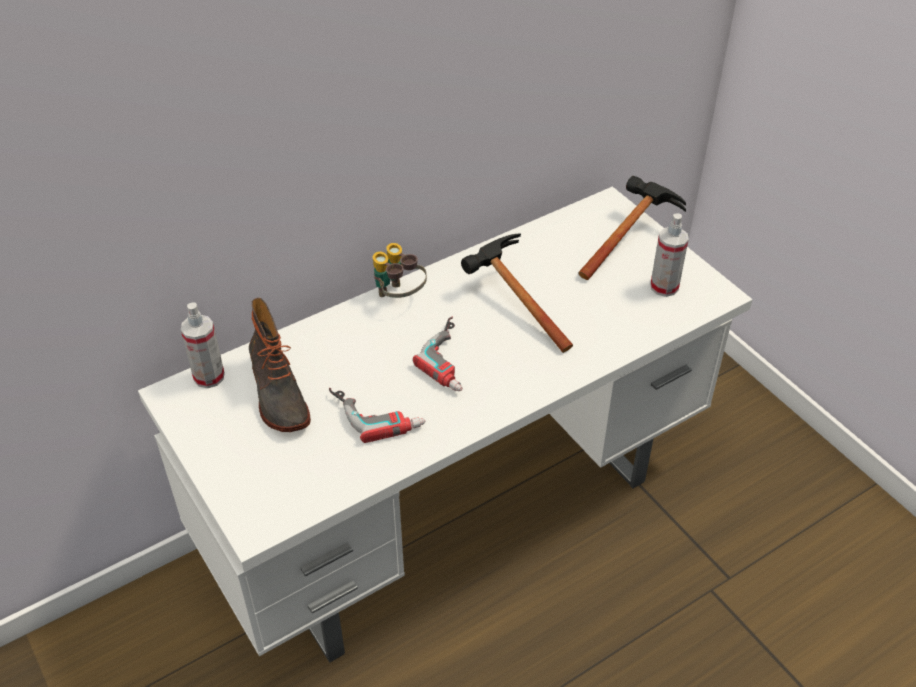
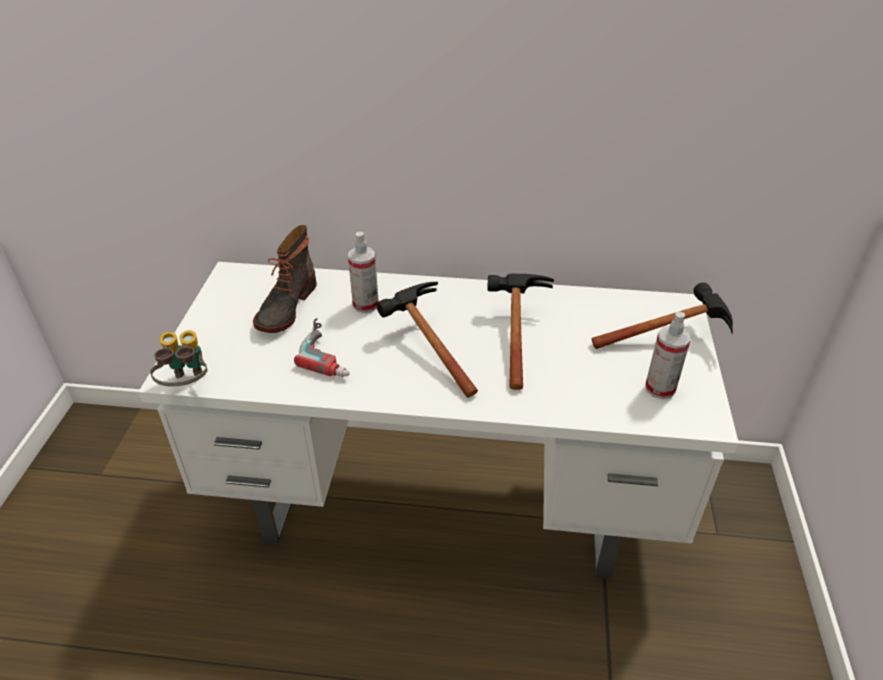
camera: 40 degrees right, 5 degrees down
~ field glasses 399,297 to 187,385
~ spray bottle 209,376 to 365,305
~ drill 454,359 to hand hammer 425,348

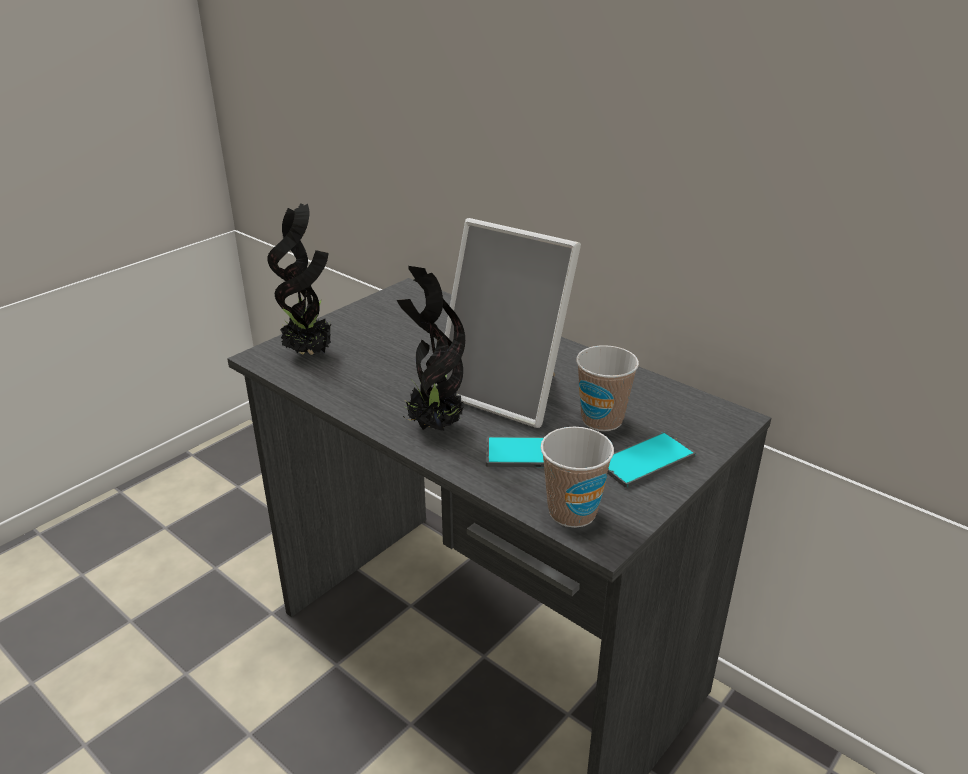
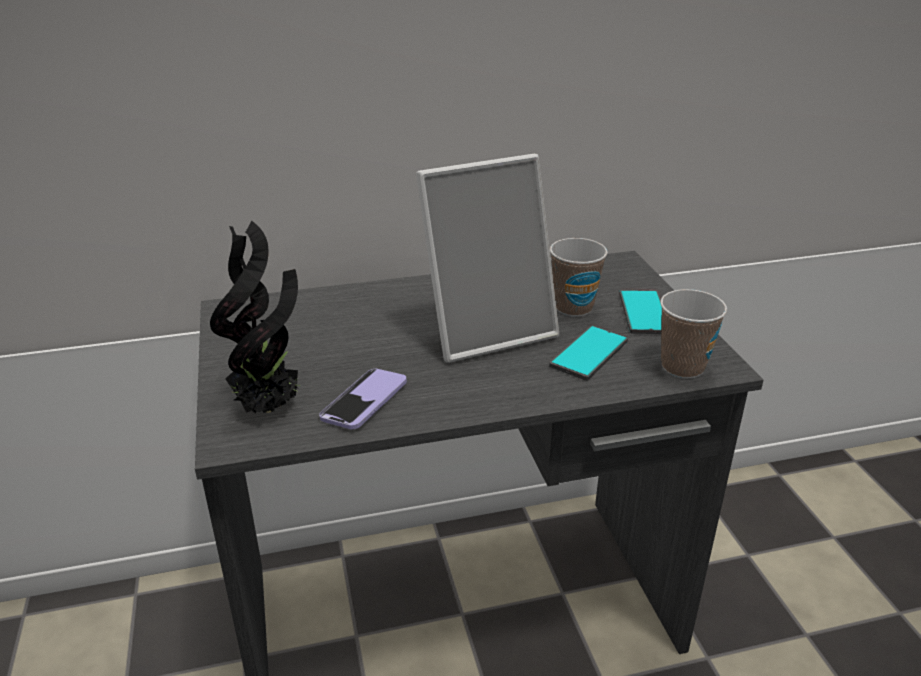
camera: 55 degrees left, 0 degrees up
+ telephone 364,401
- potted plant 433,427

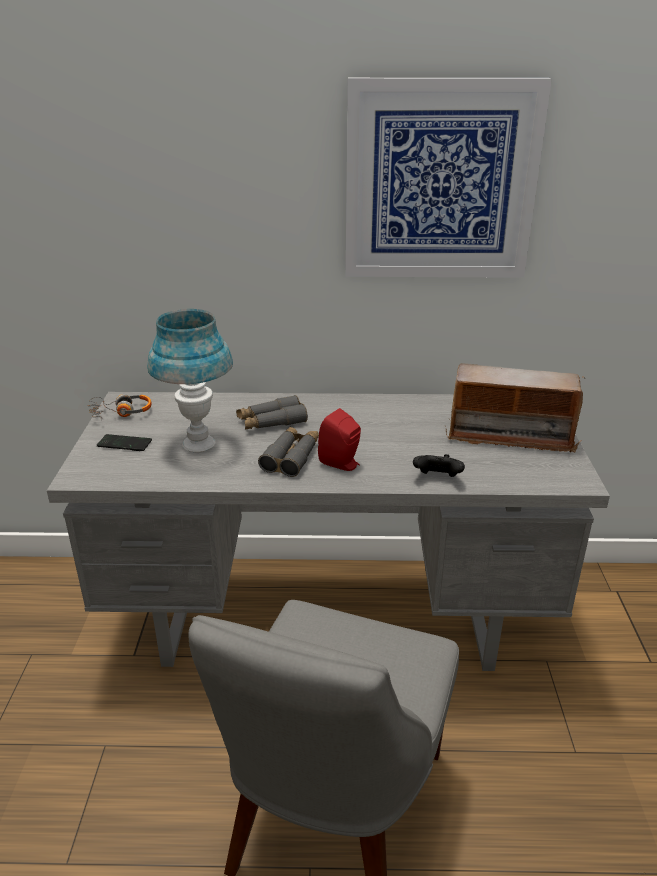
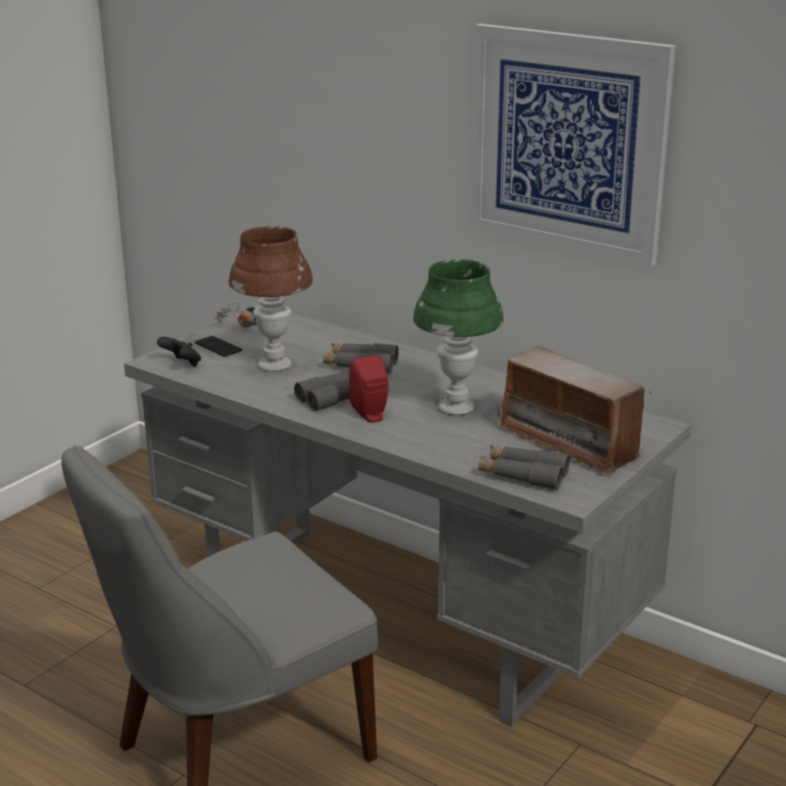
camera: 35 degrees right, 5 degrees down
~ black game controller 437,478 to 182,364
~ blue-coloured tabletop lamp 198,444 to brown-coloured tabletop lamp 274,365
+ greenish tabletop lamp 456,408
+ gray field glasses 523,475

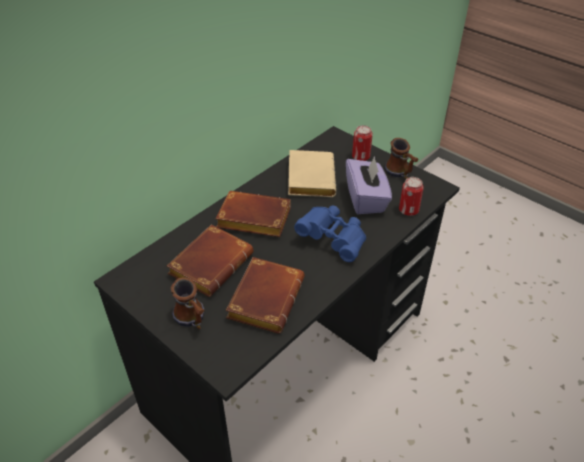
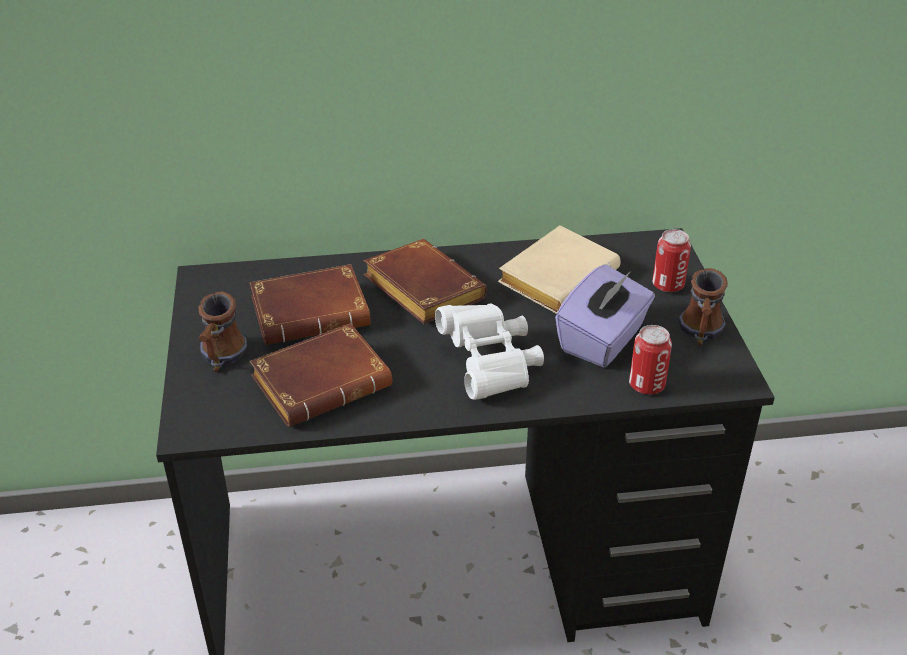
camera: 40 degrees right, 5 degrees down
~ blue-coloured field glasses 333,240 to white field glasses 490,365

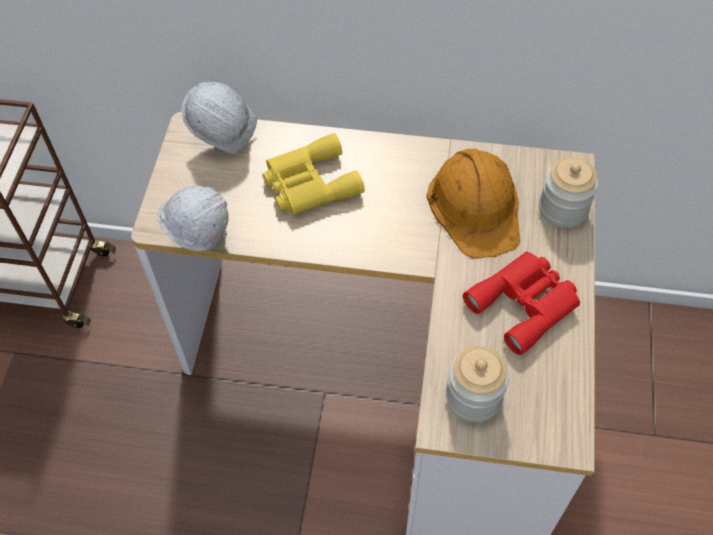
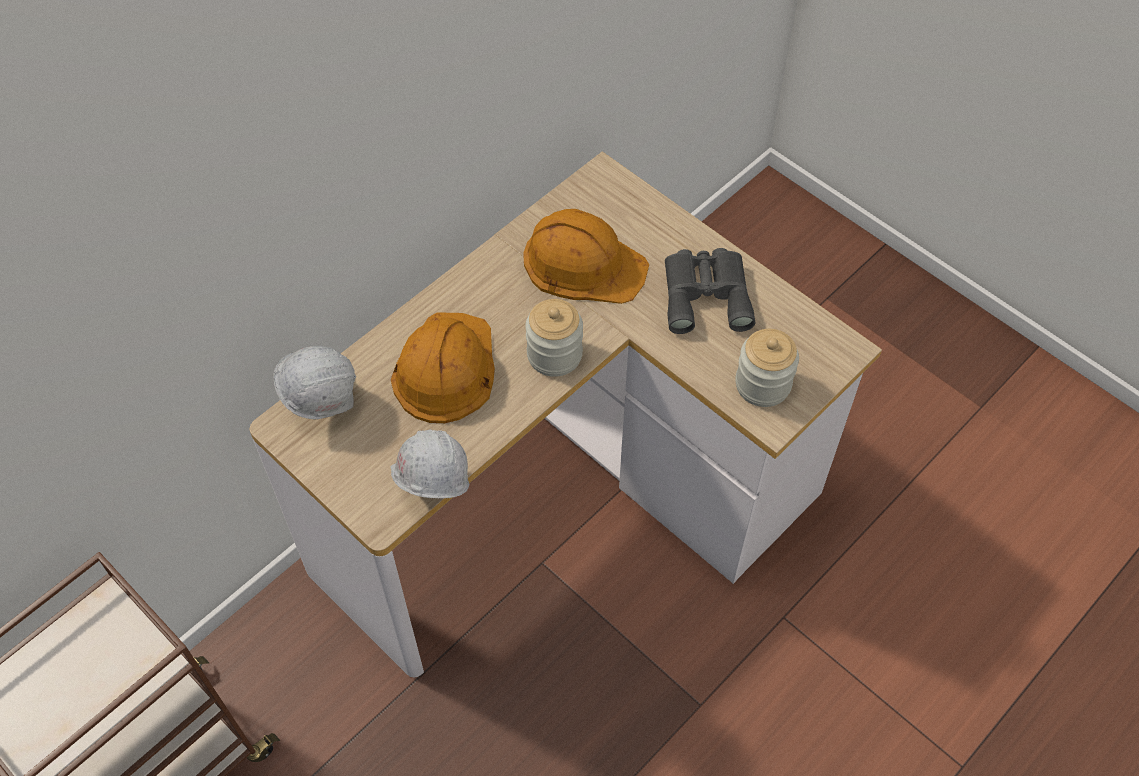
camera: 55 degrees left, 0 degrees up
~ yellowish field glasses 308,183 to orangey hard hat 445,368
~ storage jar 563,209 to 554,354
~ red-coloured field glasses 525,303 to gray field glasses 706,293

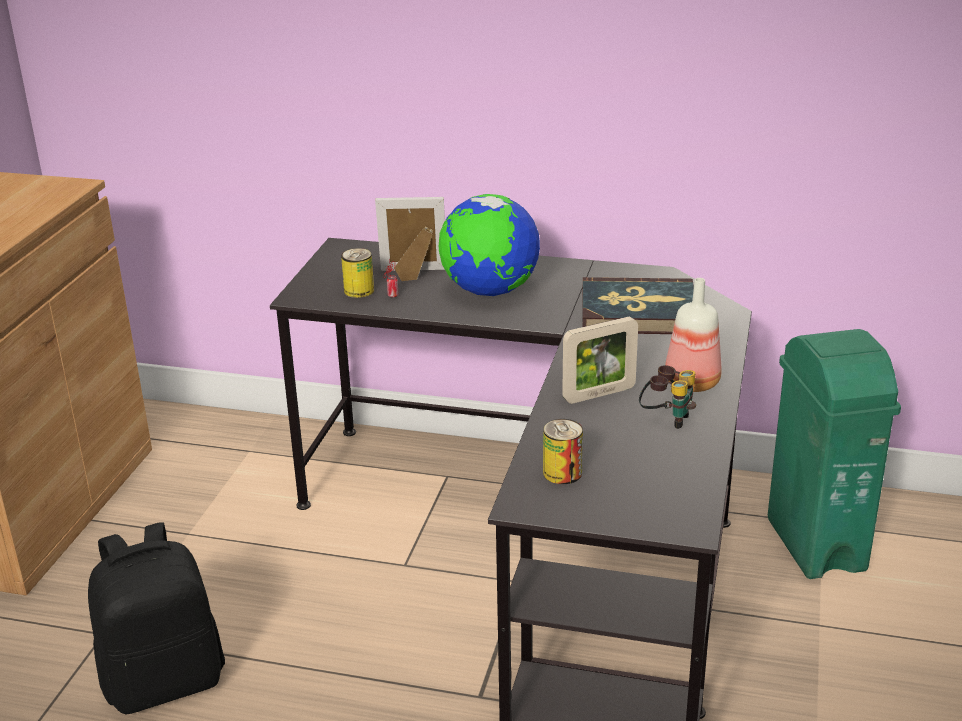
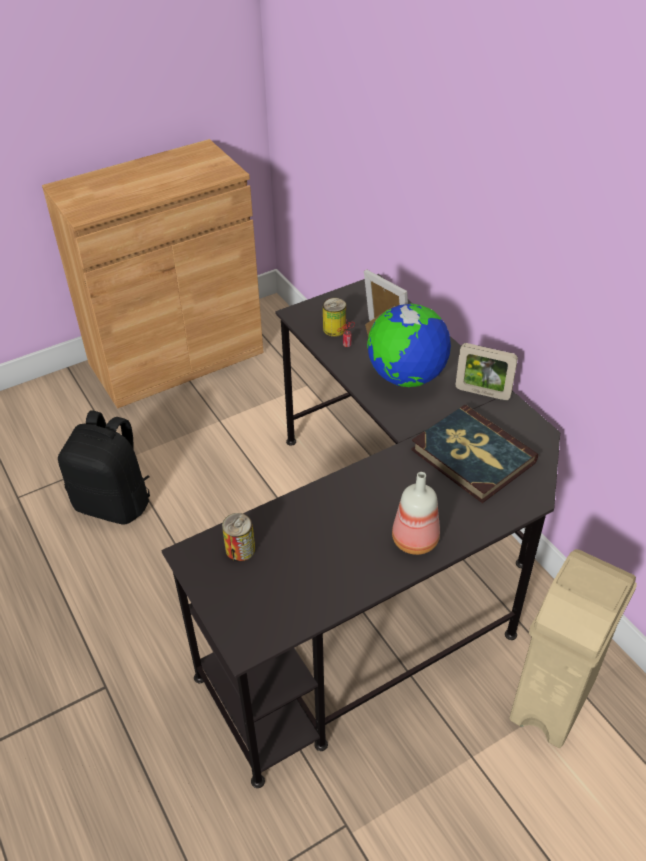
camera: 45 degrees right, 15 degrees up
~ picture frame 599,394 to 482,393
~ greenish rubbish bin 815,543 to beige rubbish bin 553,699
- field glasses 667,419

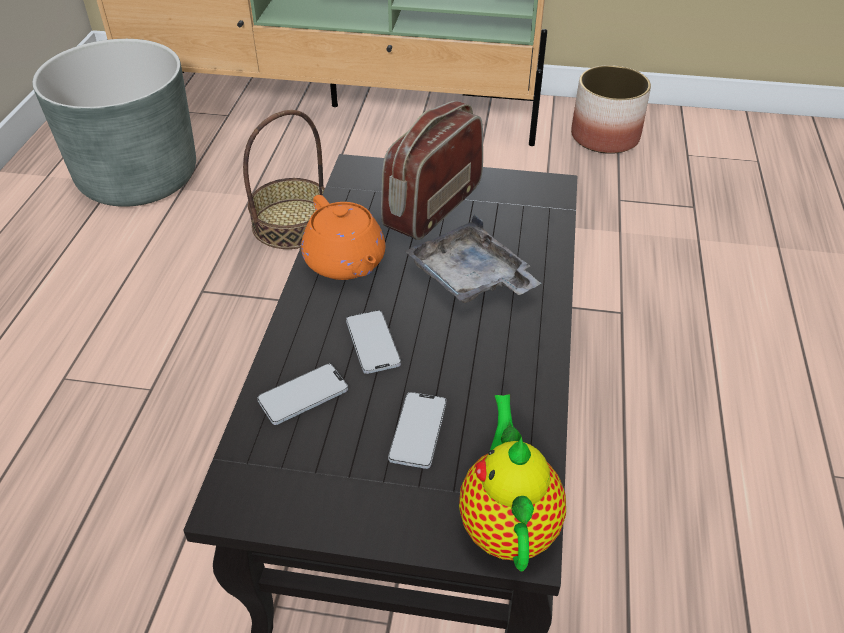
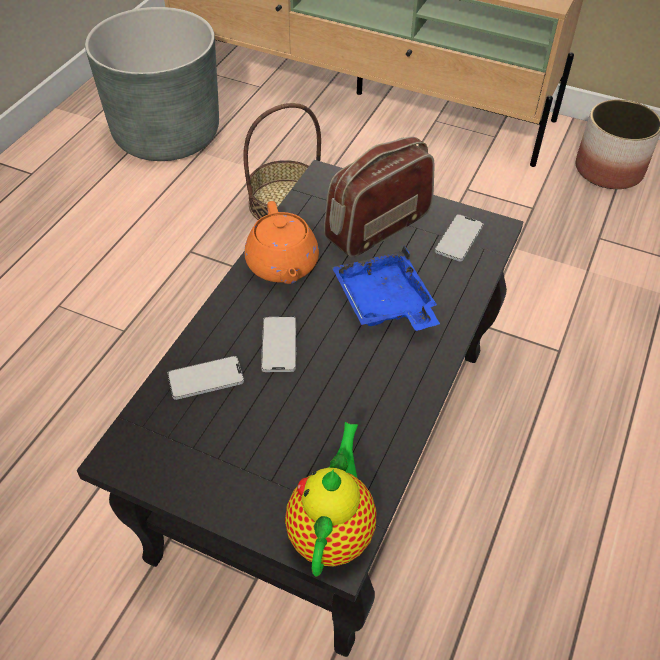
camera: 15 degrees right, 5 degrees up
~ gray tray 470,278 to blue-coloured tray 384,303
~ telephone 418,431 to 459,239

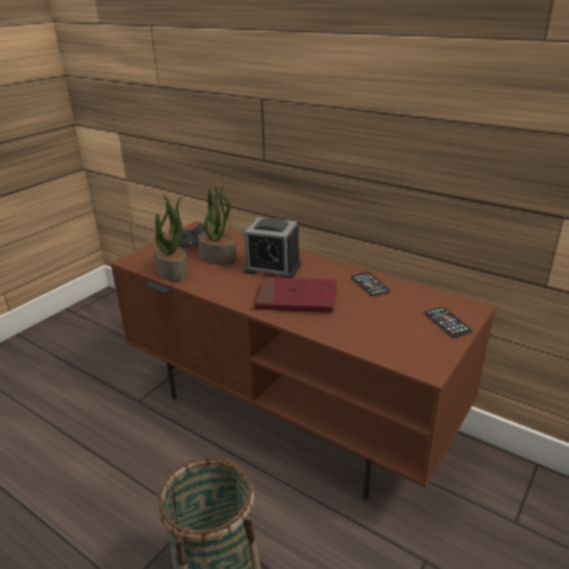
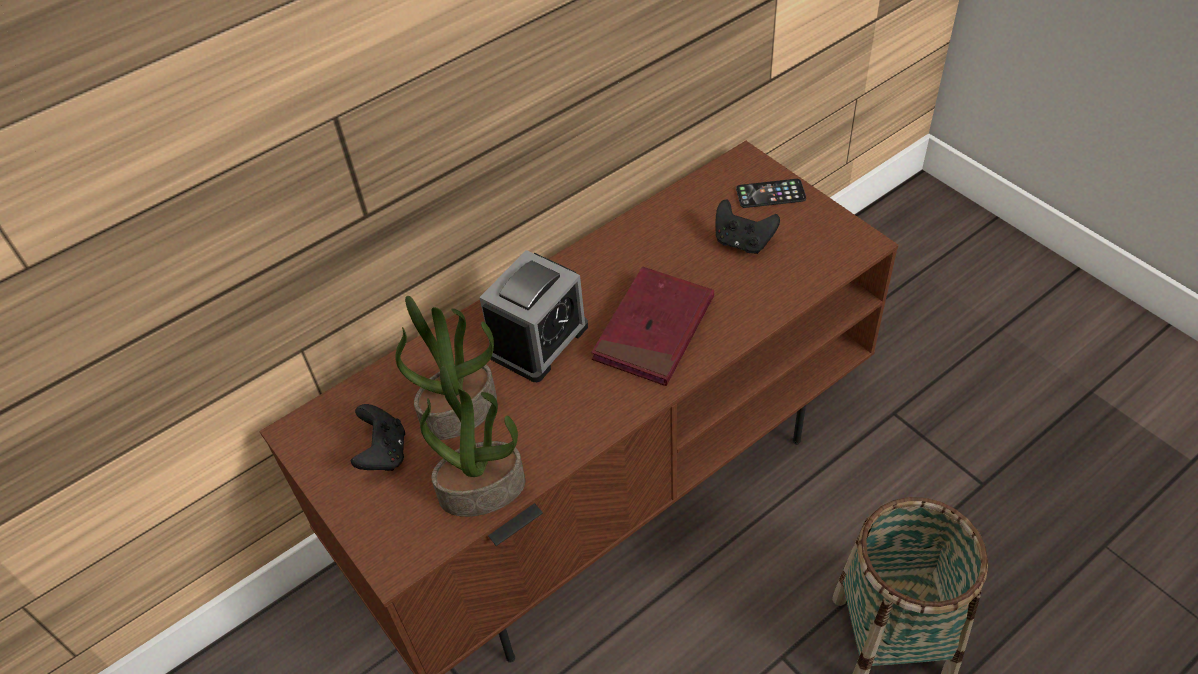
camera: 70 degrees left, 20 degrees up
+ black game controller 743,242
- telephone 369,284

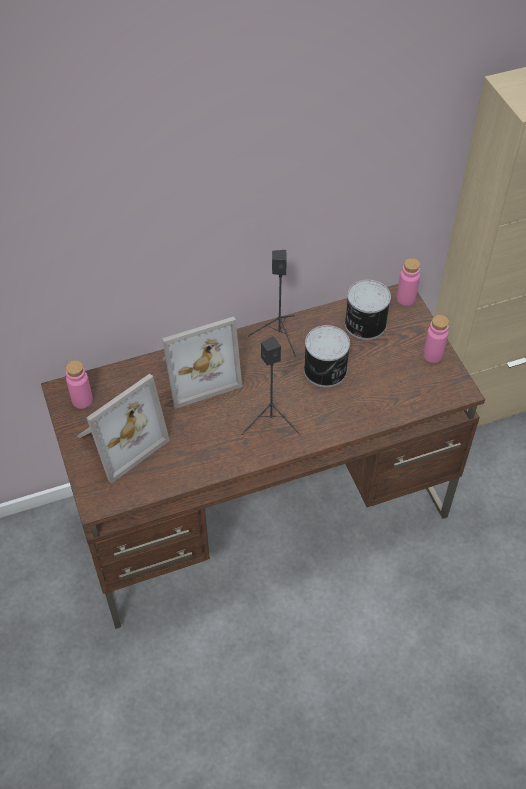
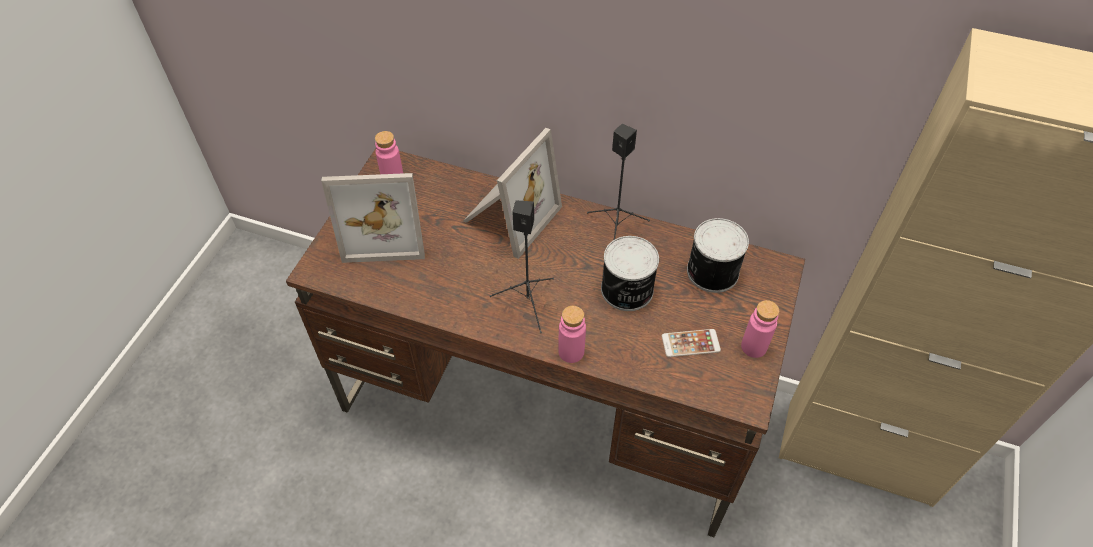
camera: 40 degrees right, 0 degrees up
~ picture frame 197,372 = 508,216 75 degrees counterclockwise
~ pink-coloured bottle 406,298 to 571,352
+ telephone 690,343

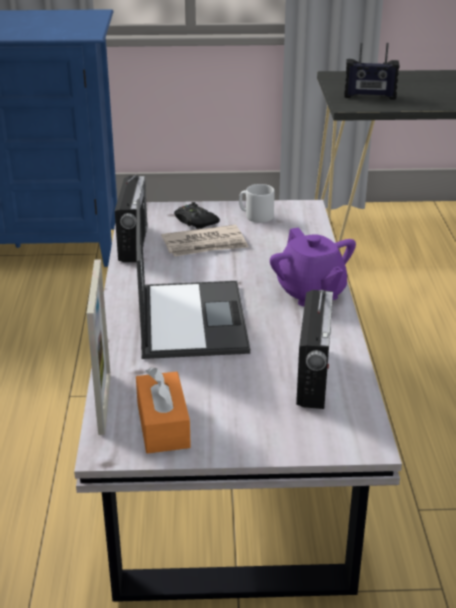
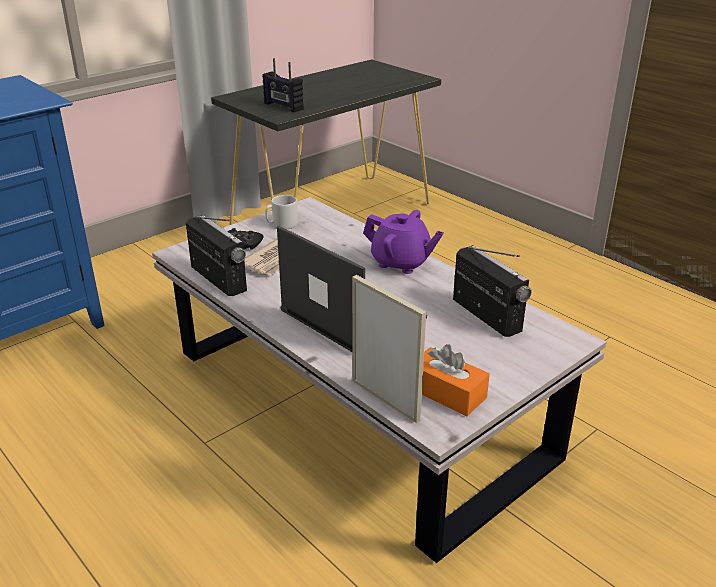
camera: 40 degrees left, 0 degrees up
~ radio set 369,96 = 283,106 75 degrees clockwise

